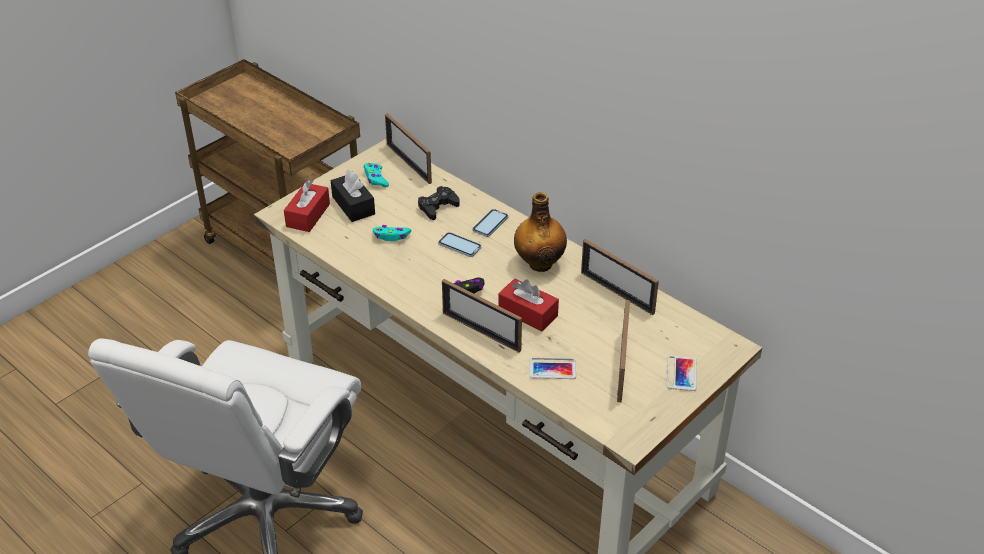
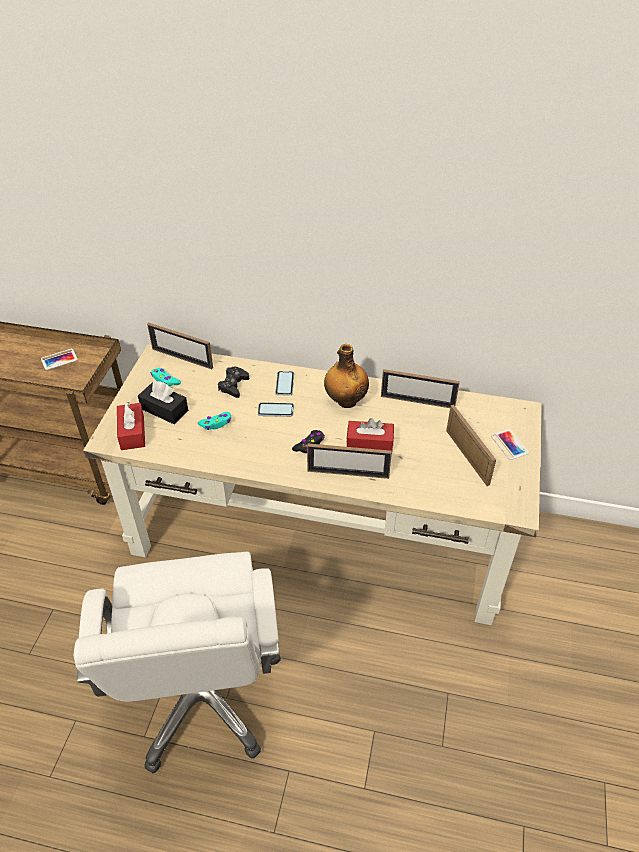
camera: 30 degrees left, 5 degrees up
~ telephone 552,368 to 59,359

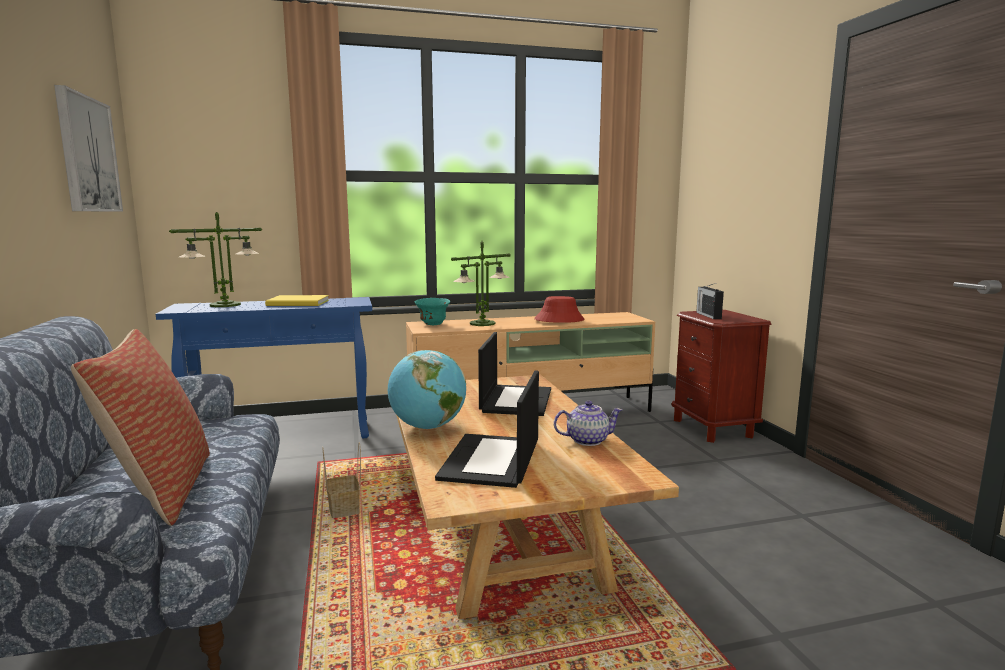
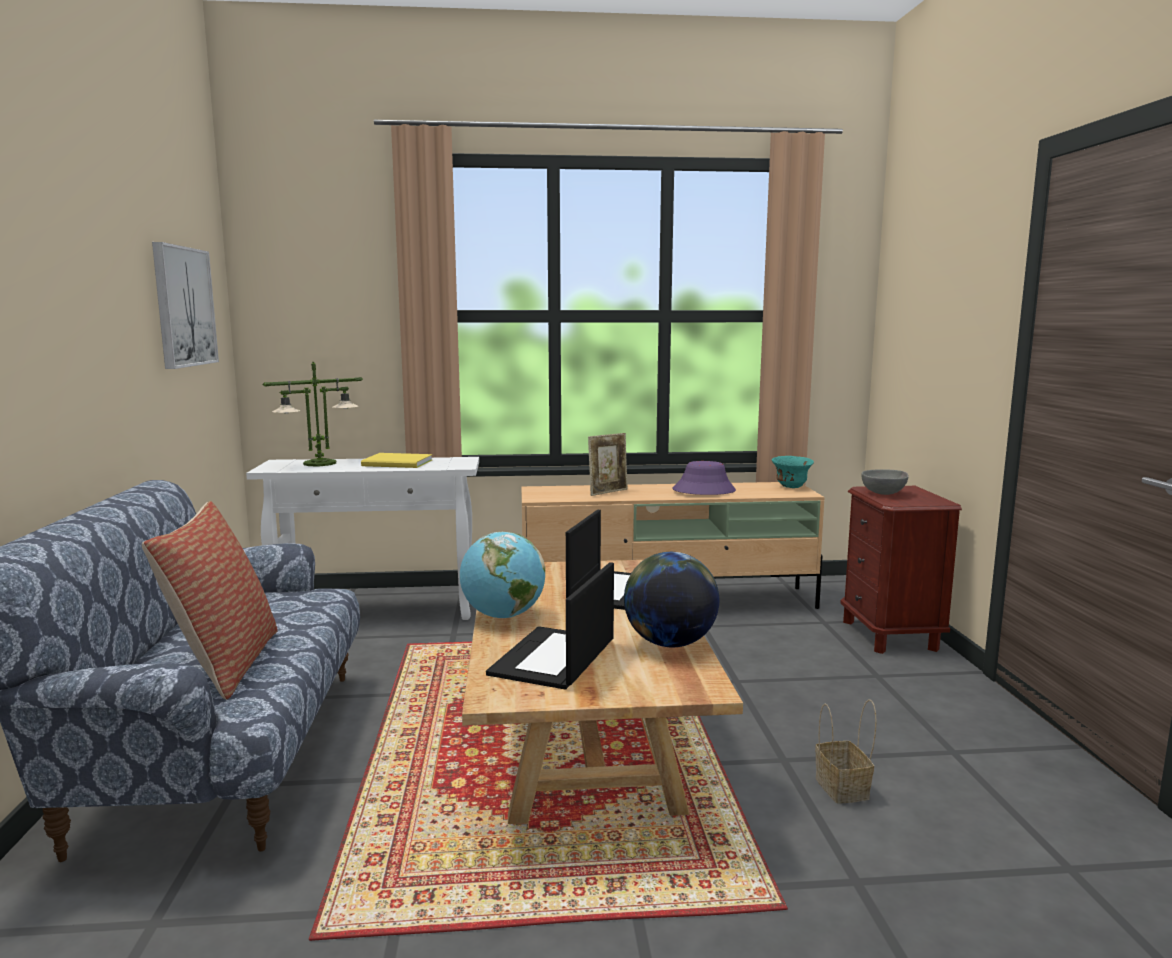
camera: 10 degrees right, 0 degrees up
~ blue-coloured hall table 284,436 to white hall table 378,611
~ tabletop lamp 482,323 to picture frame 608,492
~ teapot 587,440 to desk globe 669,643
~ red-coloured wearable hat 559,320 to purple-coloured wearable hat 703,490
~ turquoise-coloured deep dish 433,324 to 791,487
~ storage basket 345,510 to 843,789
~ radio set 708,315 to gray deep dish 884,494

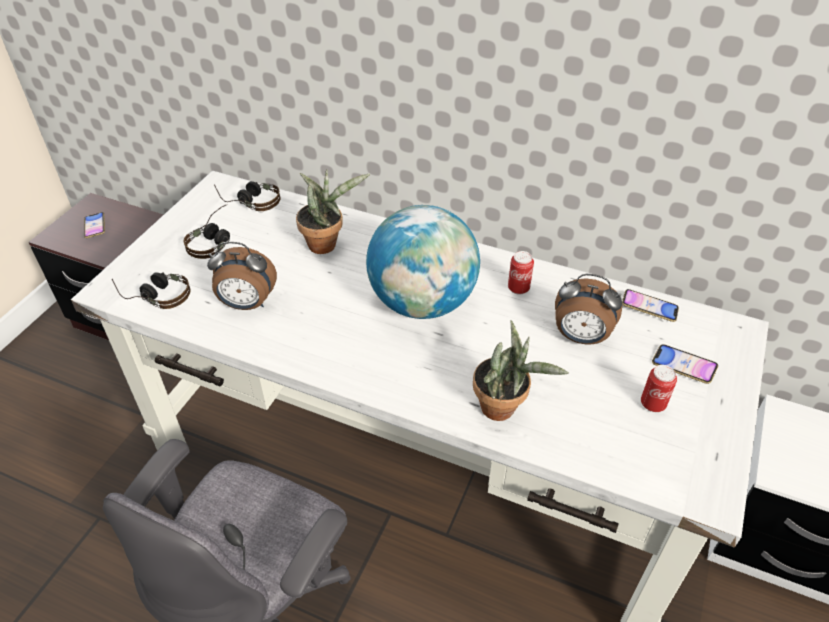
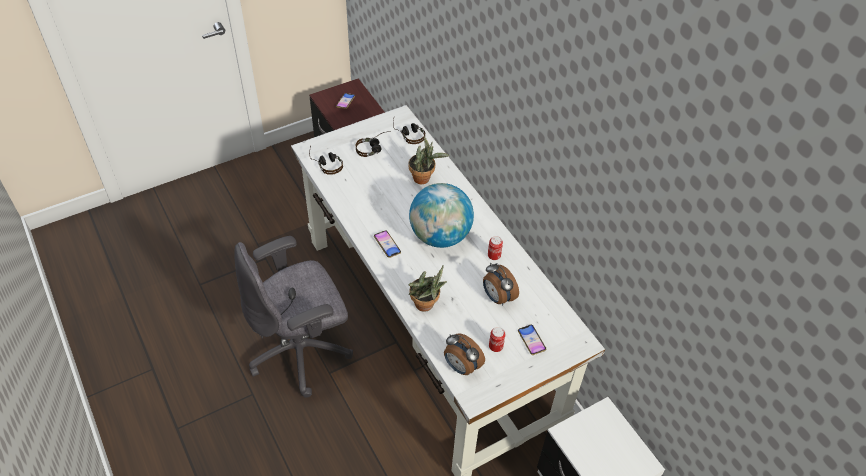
camera: 35 degrees right, 5 degrees up
~ telephone 649,308 to 387,245
~ table clock 247,304 to 461,367

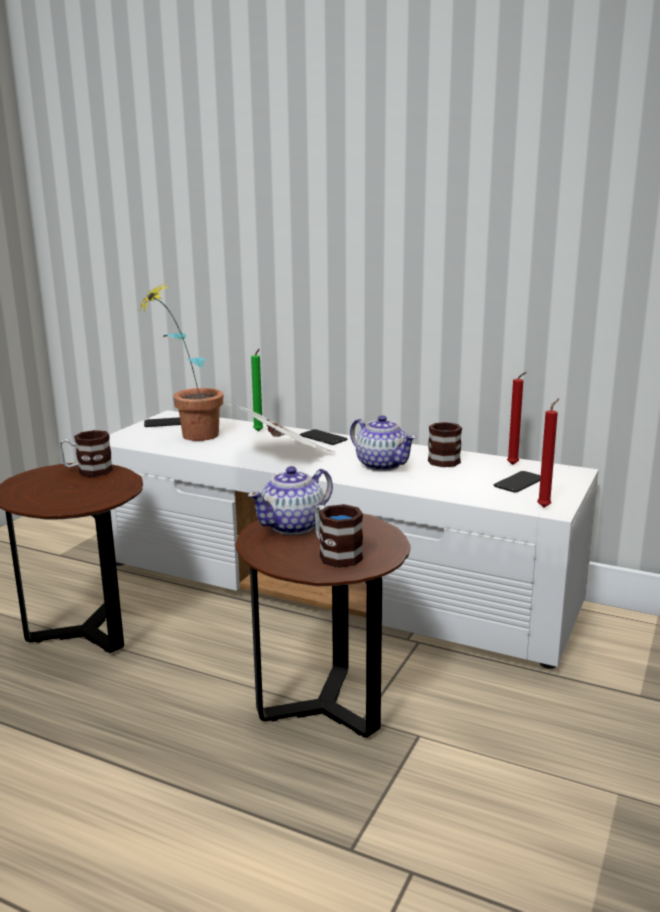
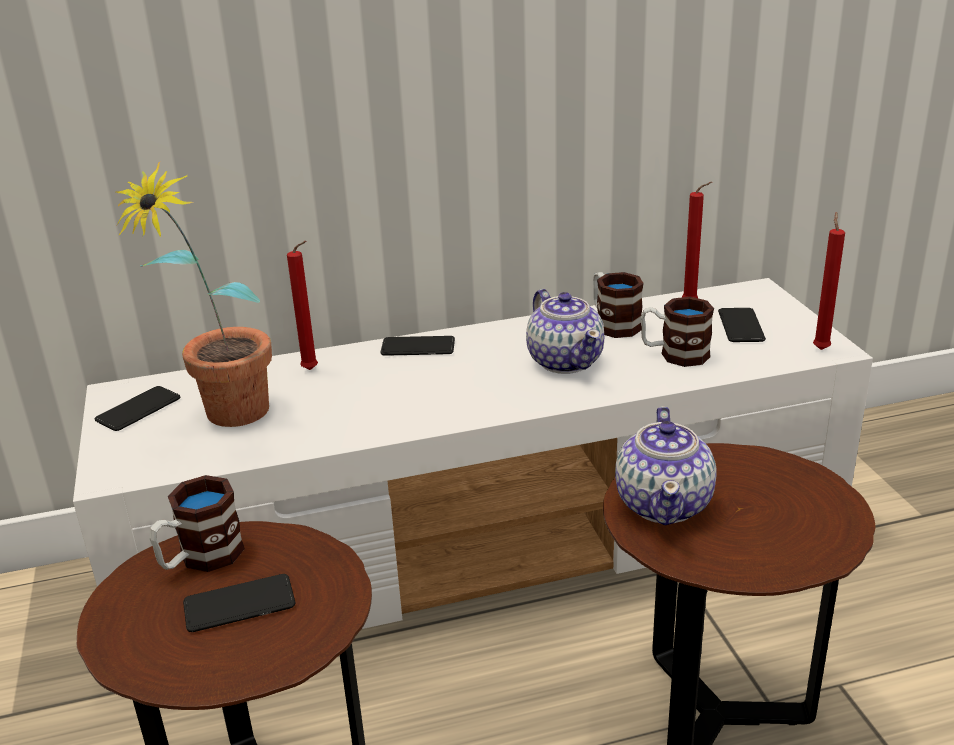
camera: 40 degrees left, 10 degrees up
+ telephone 239,604
~ greenish wax light 259,432 to red-coloured wax light 312,370
~ teapot 382,465 = 565,361 60 degrees clockwise
~ tea mug 335,554 to 674,354
- newspaper 282,455

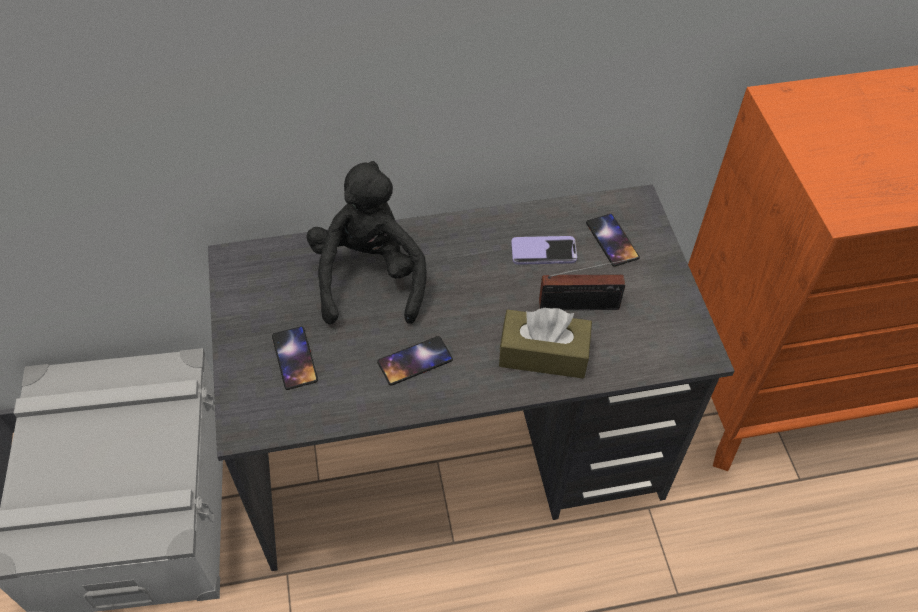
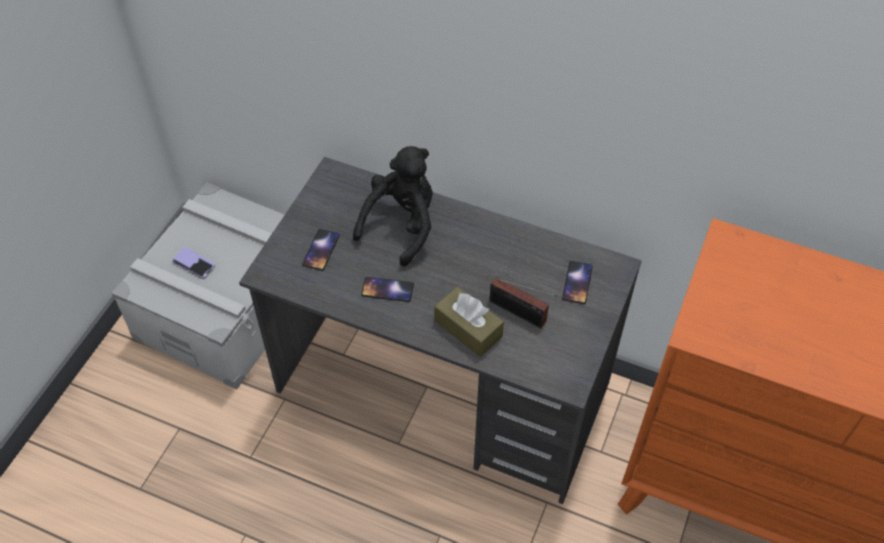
camera: 35 degrees right, 0 degrees up
~ telephone 543,252 to 194,264

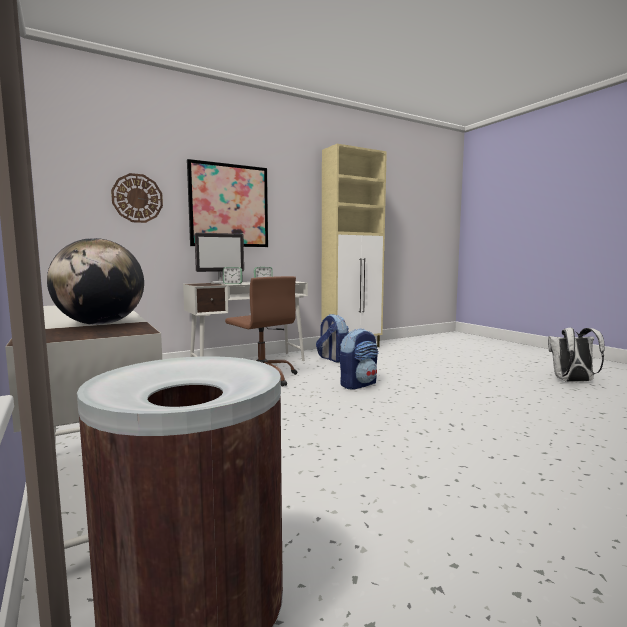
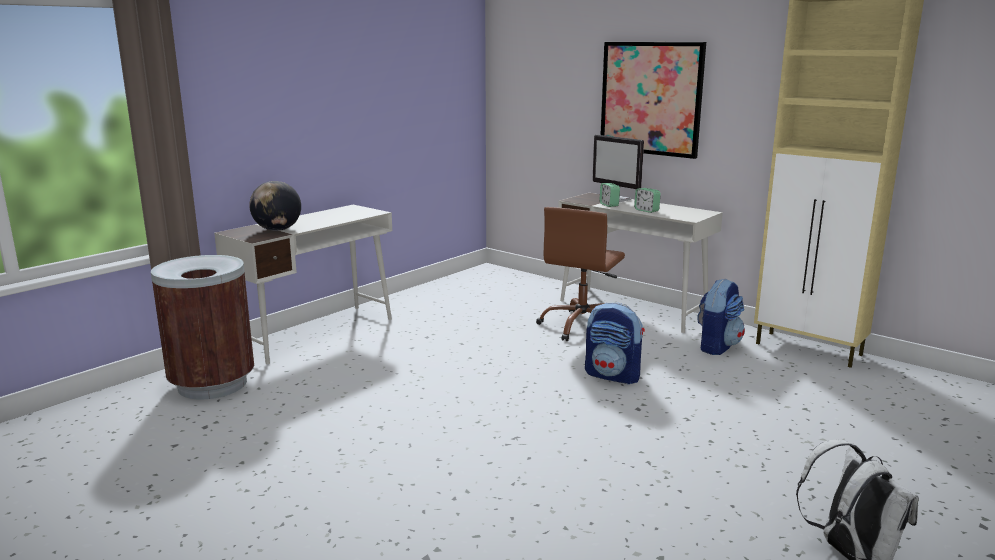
camera: 70 degrees right, 10 degrees up
- clock on the wall 137,198

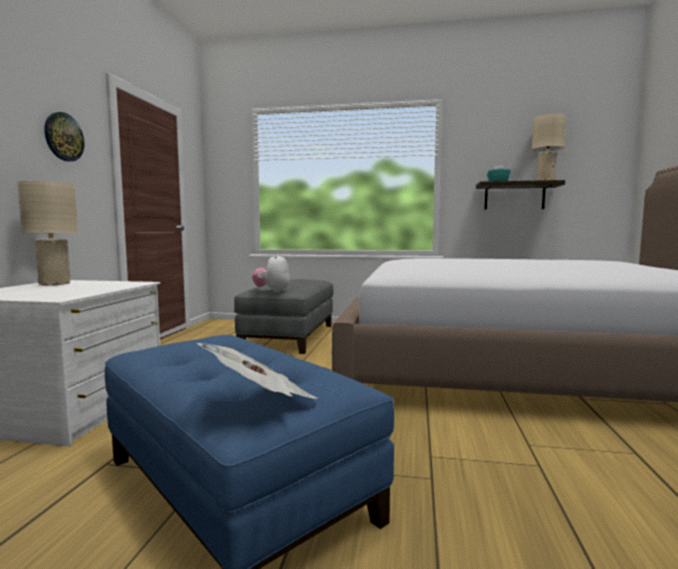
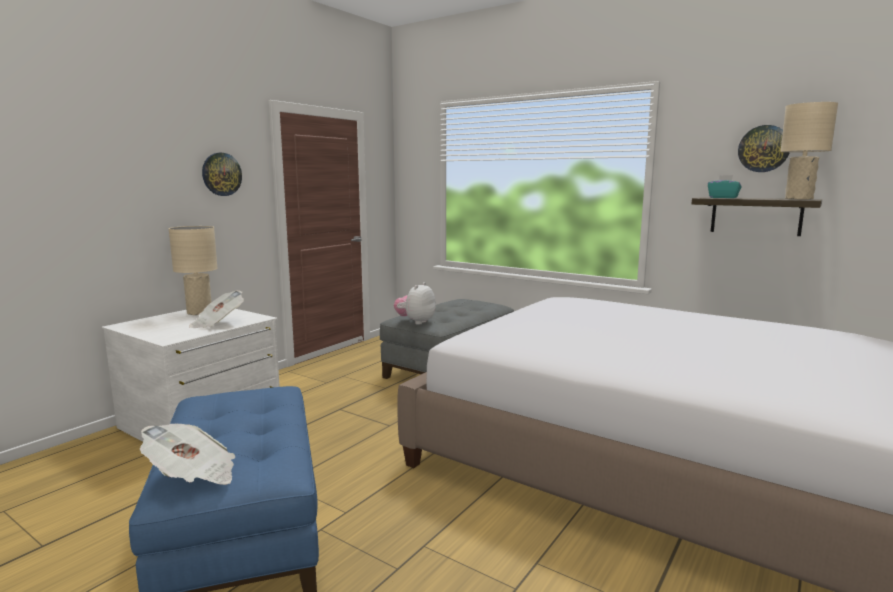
camera: 25 degrees right, 5 degrees up
+ newspaper 217,323
+ clock on the wall 763,148

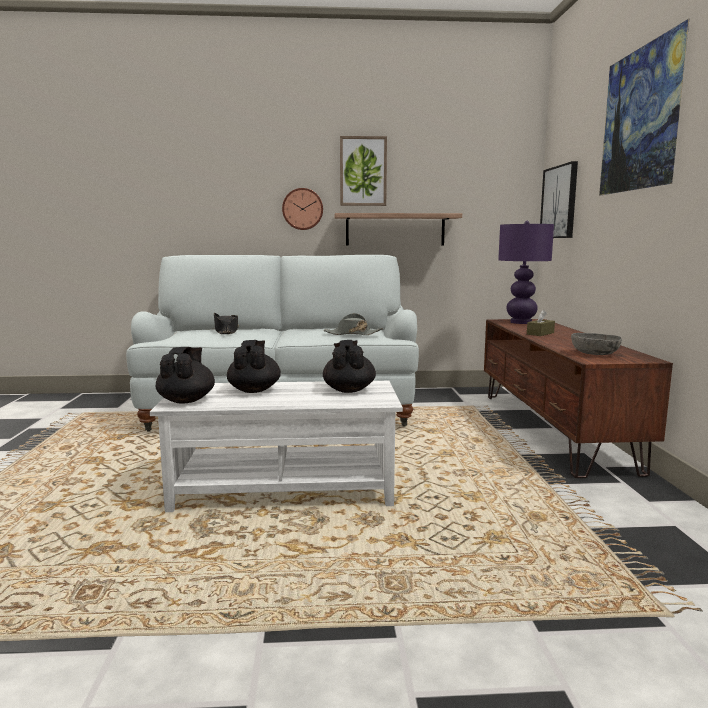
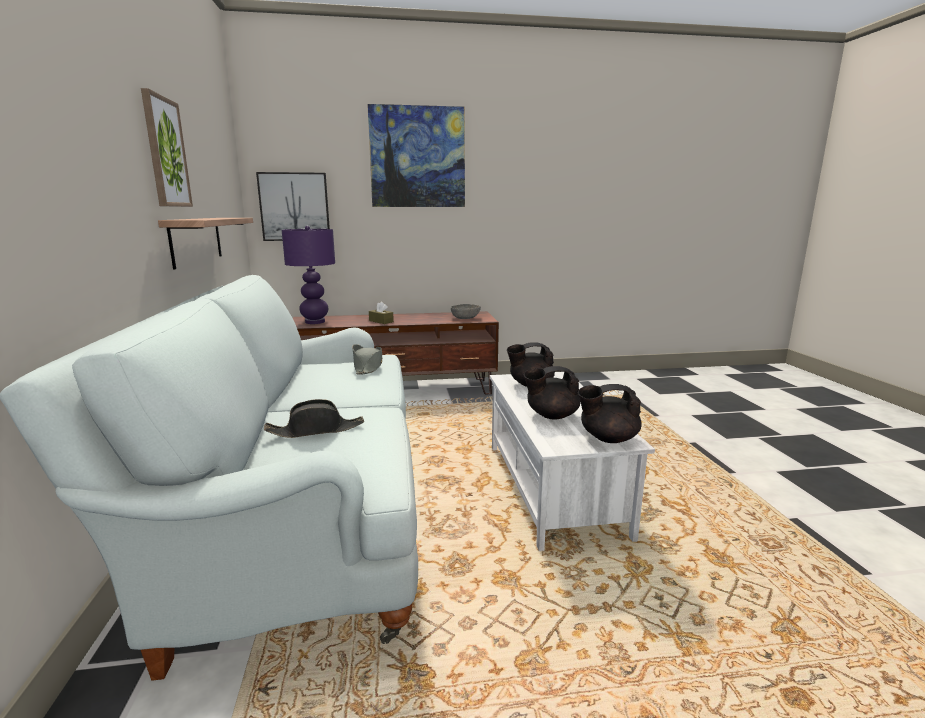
camera: 95 degrees left, 5 degrees up
- clock on the wall 302,209

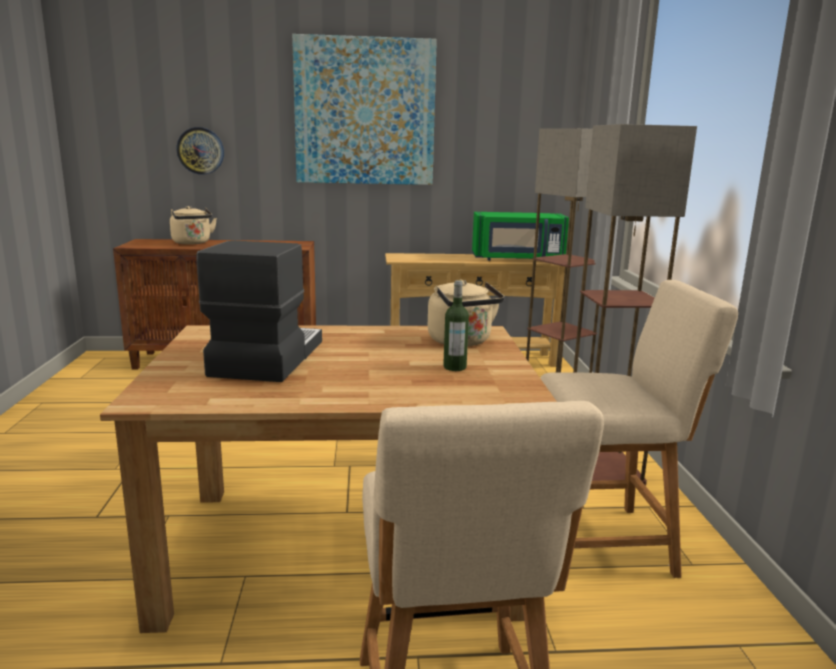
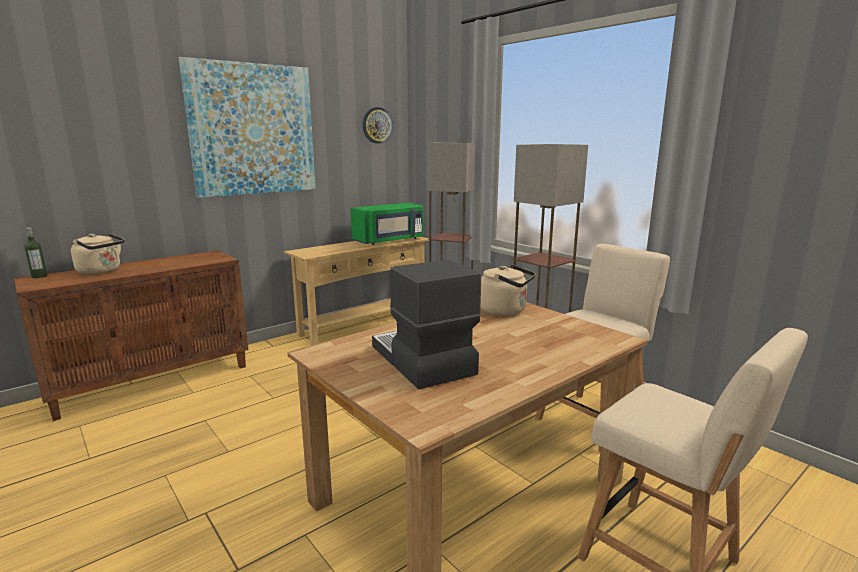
camera: 35 degrees left, 0 degrees up
~ bottle 454,367 to 39,276
~ clock on the wall 200,151 to 377,125

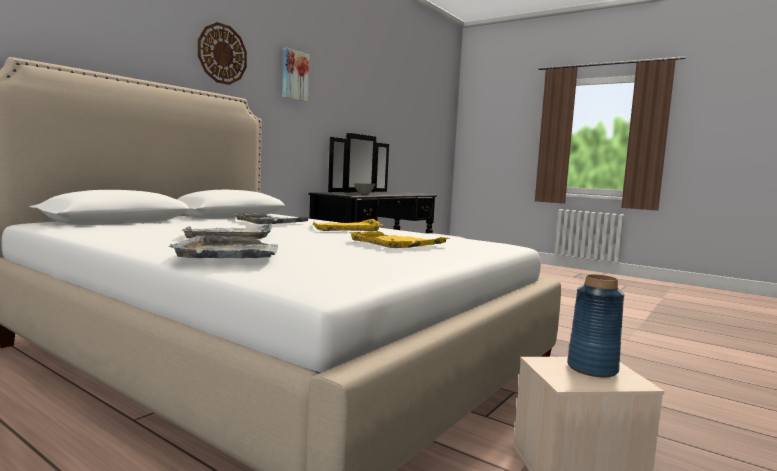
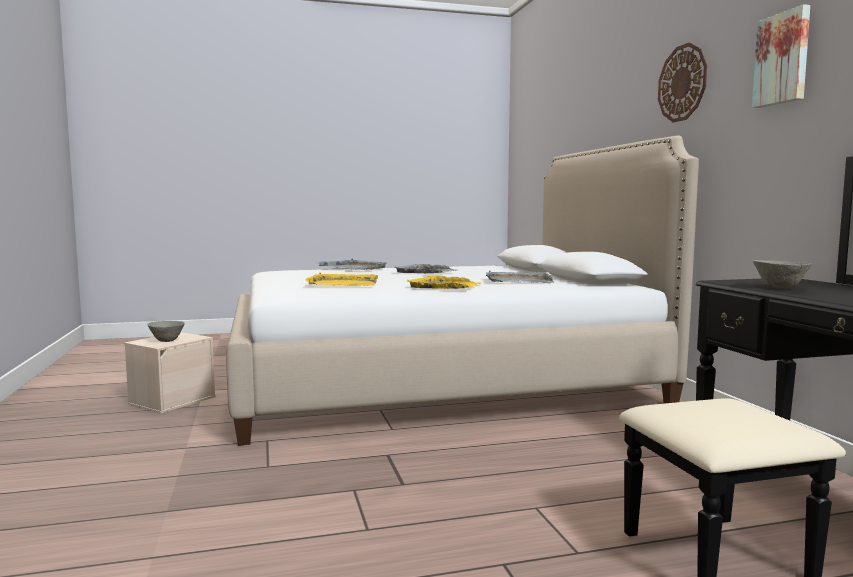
camera: 130 degrees right, 0 degrees up
~ blue-coloured flower vase 591,368 to gray deep dish 167,341

